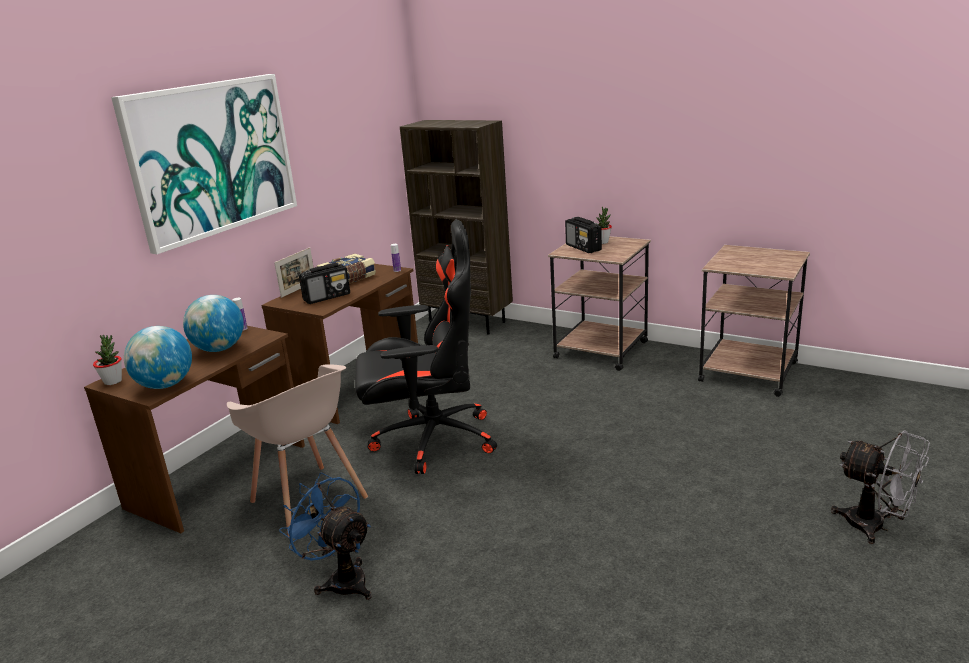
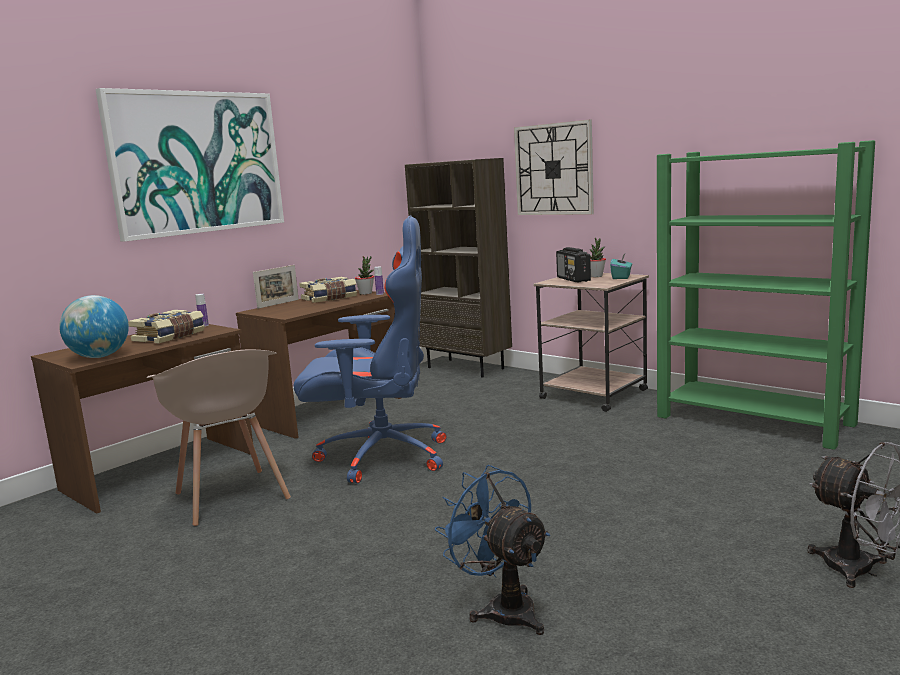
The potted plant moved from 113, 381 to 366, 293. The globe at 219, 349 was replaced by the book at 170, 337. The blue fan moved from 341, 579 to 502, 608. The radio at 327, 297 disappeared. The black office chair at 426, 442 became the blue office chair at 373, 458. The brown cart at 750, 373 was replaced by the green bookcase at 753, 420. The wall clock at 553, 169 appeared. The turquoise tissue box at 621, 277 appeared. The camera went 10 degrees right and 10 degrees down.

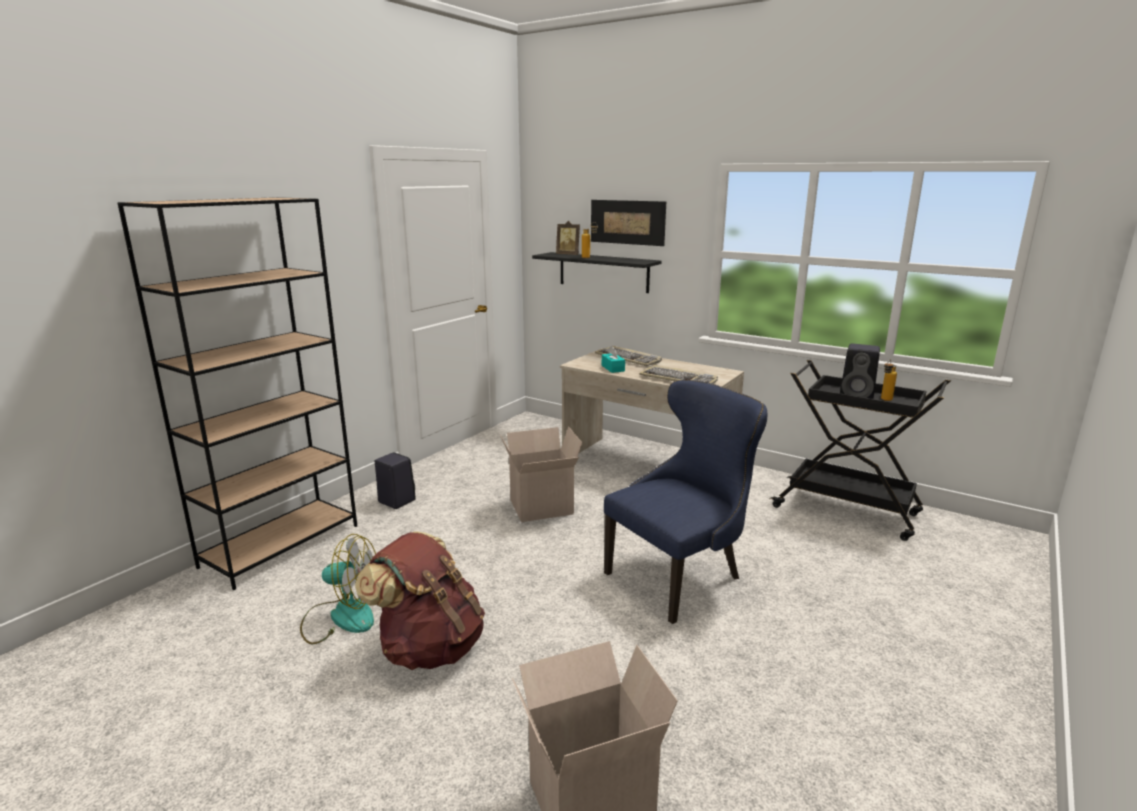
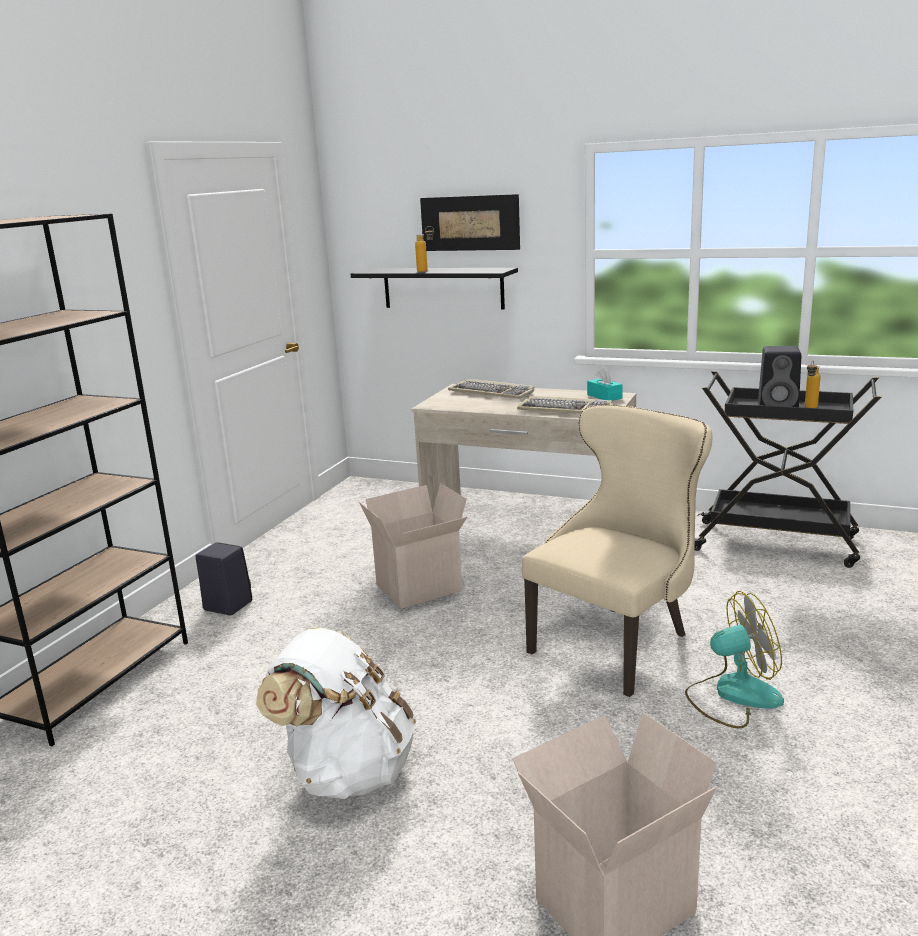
The fan moved from 341, 617 to 733, 695. The brown backpack at 429, 647 became the white backpack at 347, 771. The picture frame at 568, 255 disappeared. The turquoise tissue box moved from 613, 368 to 604, 396. The blue chair at 679, 577 became the beige chair at 617, 643. The camera went 10 degrees left and 0 degrees up.

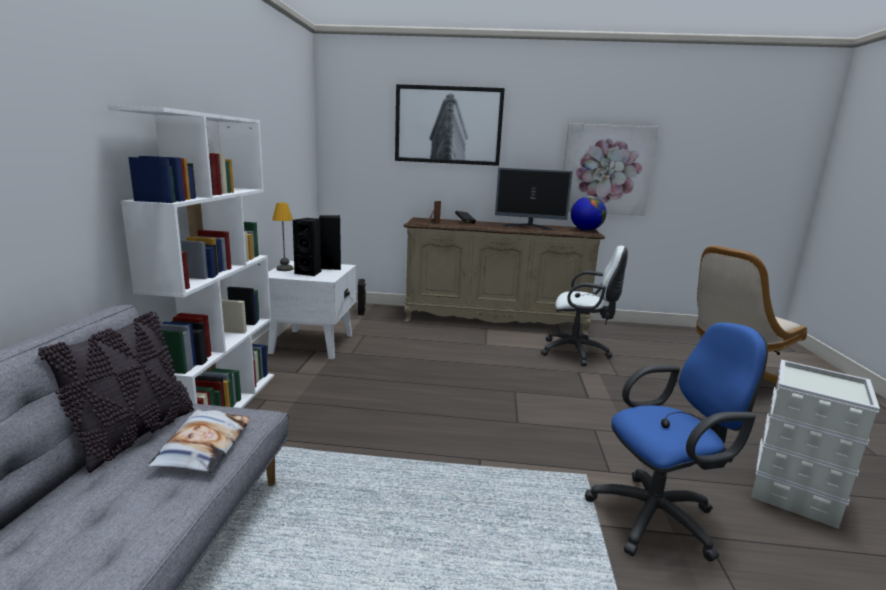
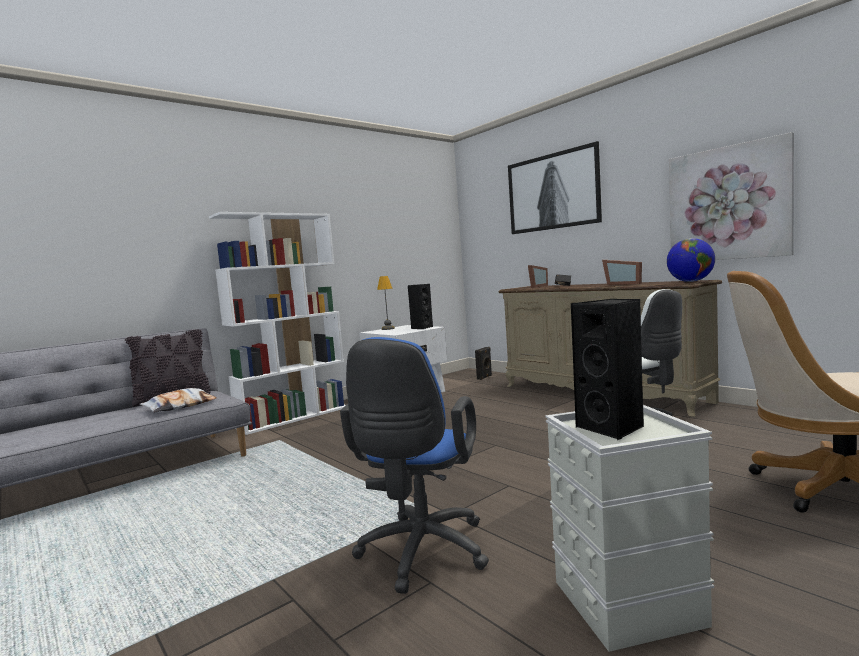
The black speaker moved from 310, 273 to 613, 428. The monitor at 529, 227 was replaced by the picture frame at 624, 283. The blue office chair at 659, 517 turned 75 degrees clockwise. The camera went 45 degrees right and 10 degrees down.

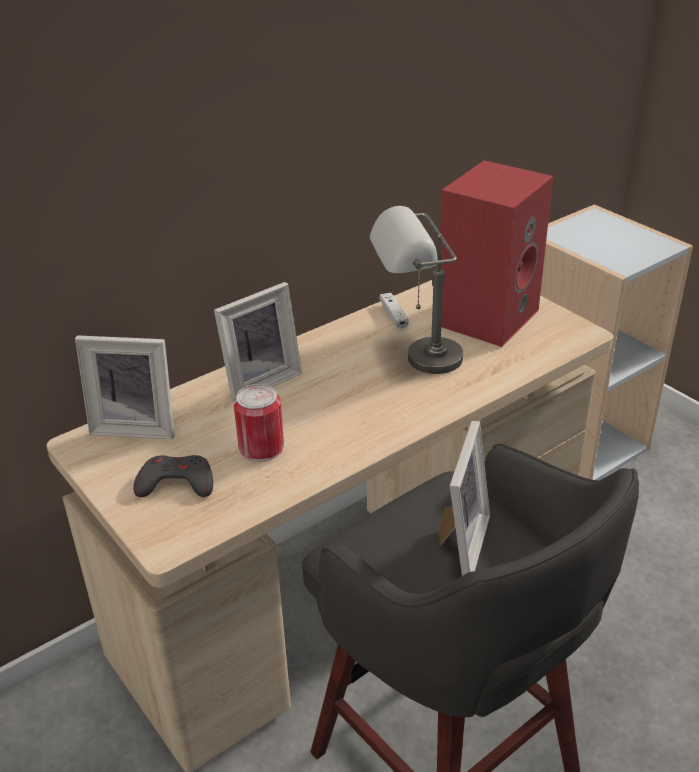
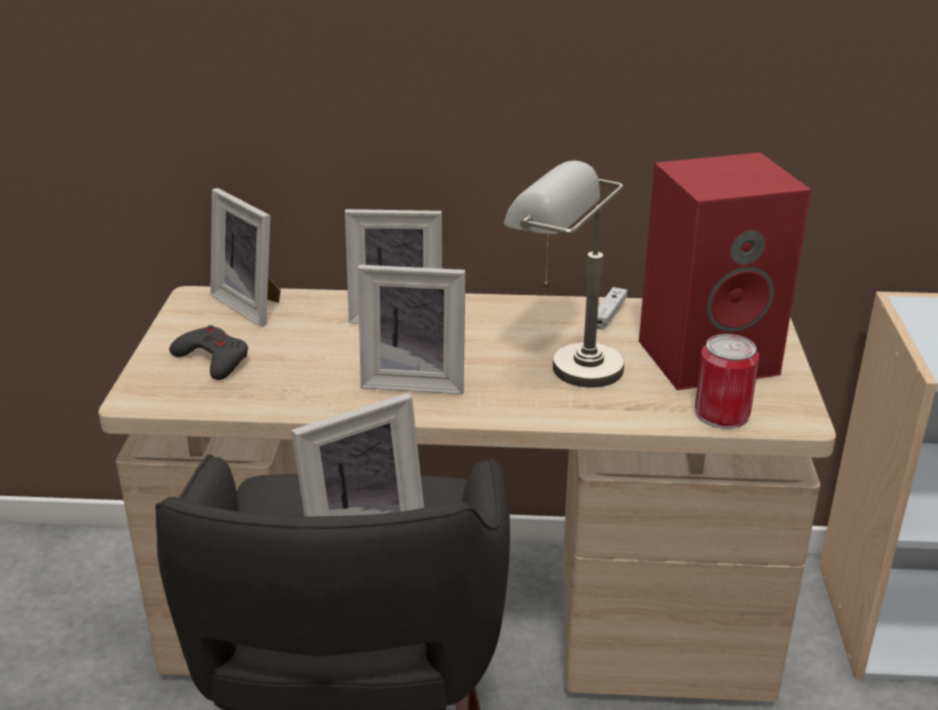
The can moved from 261, 447 to 722, 413. The picture frame at 414, 380 appeared. The camera went 40 degrees right and 5 degrees down.

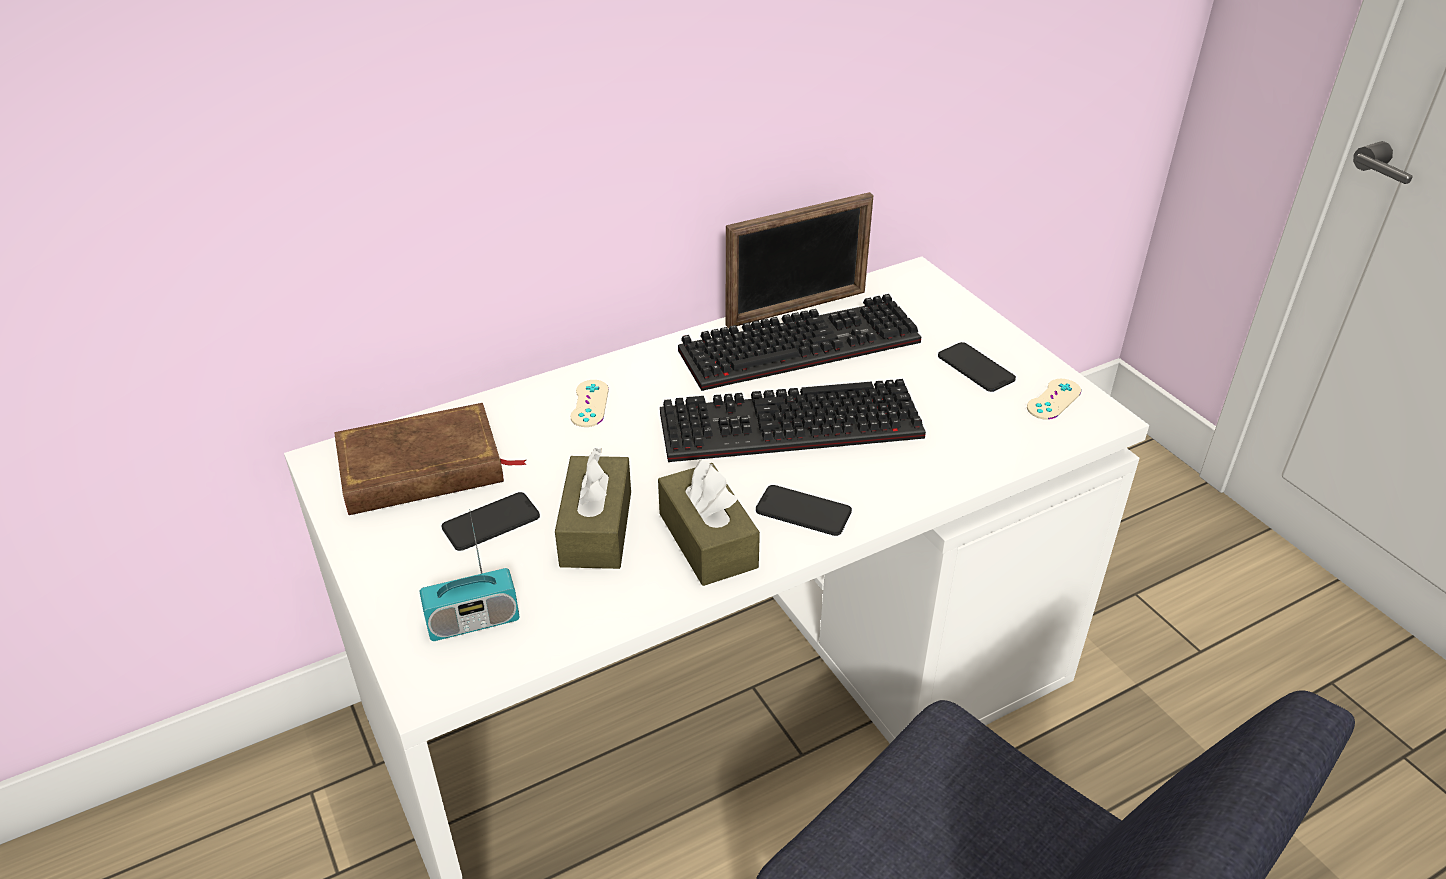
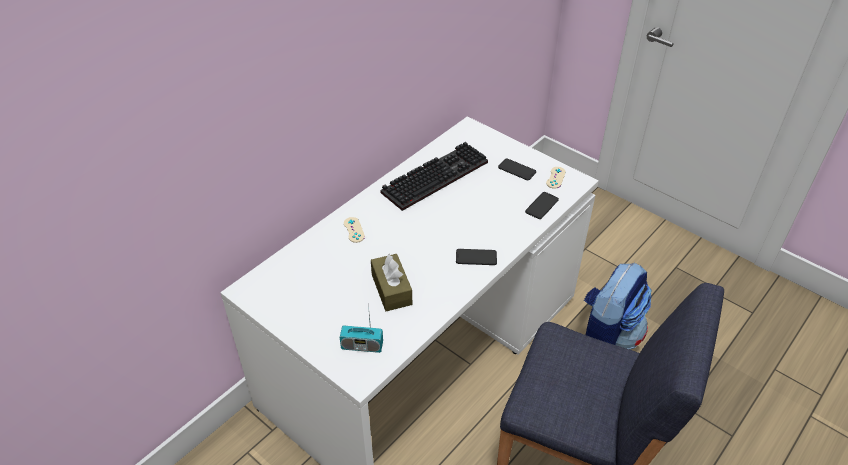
The brown book at 422, 469 disappeared. The radio at 473, 621 turned 45 degrees clockwise. The phone moved from 491, 522 to 541, 206. The brown tissue box at 707, 540 disappeared. The keyboard at 787, 430 disappeared. The picture frame at 797, 309 disappeared. The backpack at 607, 338 appeared. The camera went 20 degrees left and 5 degrees up.

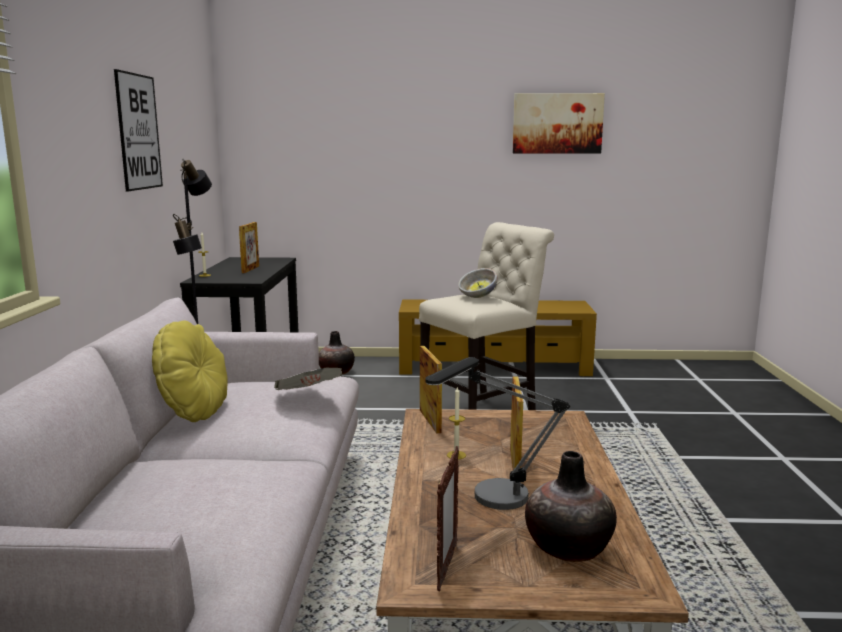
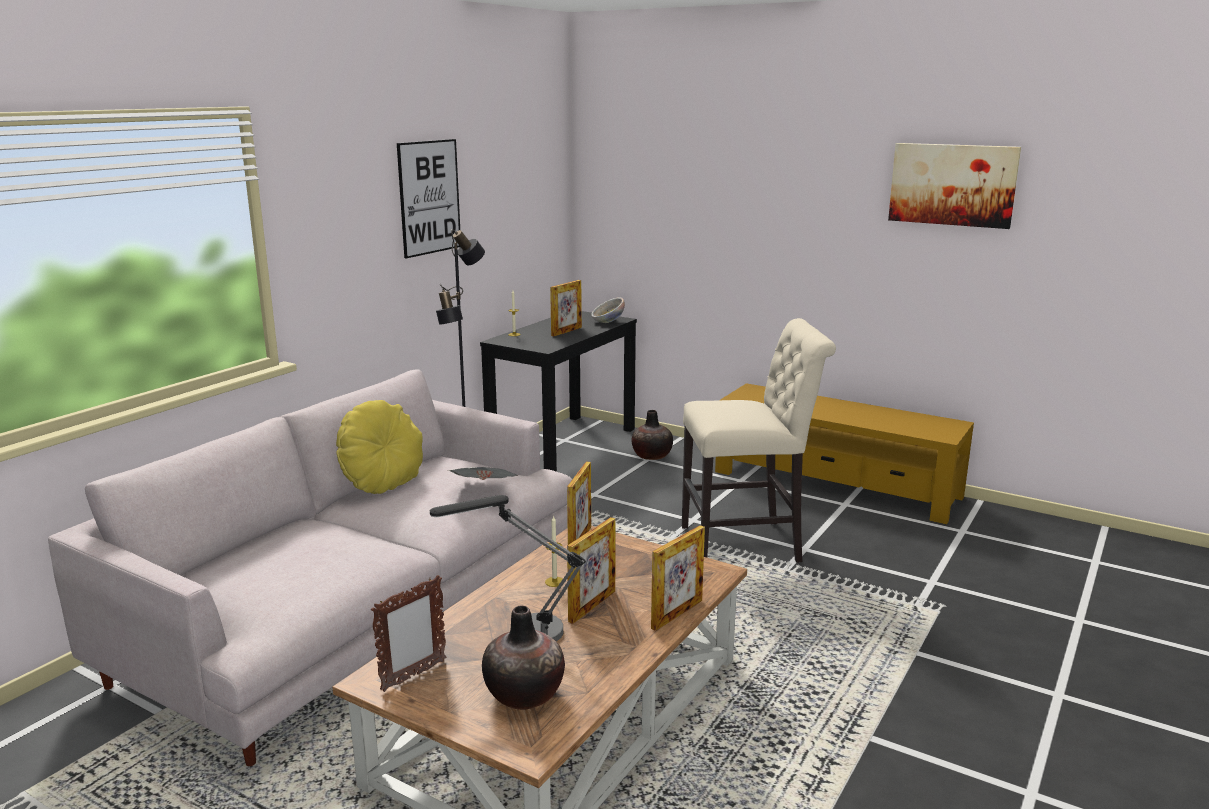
The bowl moved from 477, 297 to 608, 322. The picture frame at 677, 614 appeared. The camera went 30 degrees right and 5 degrees up.

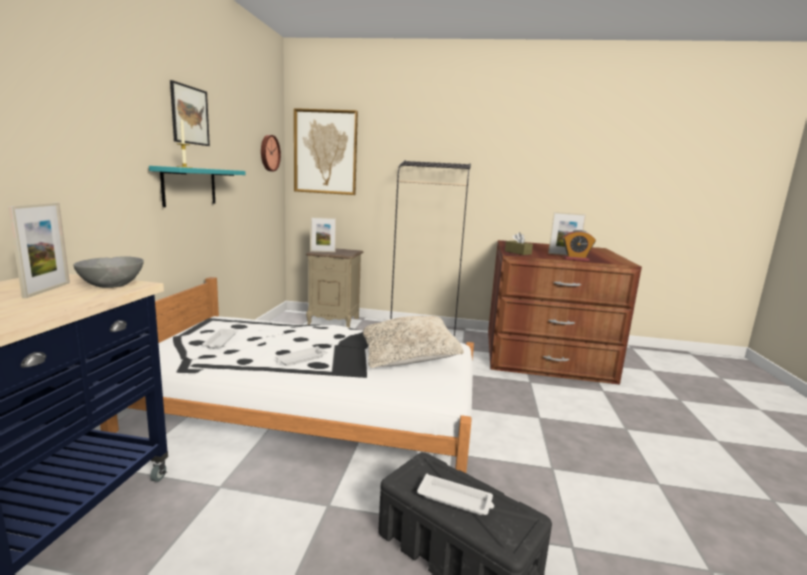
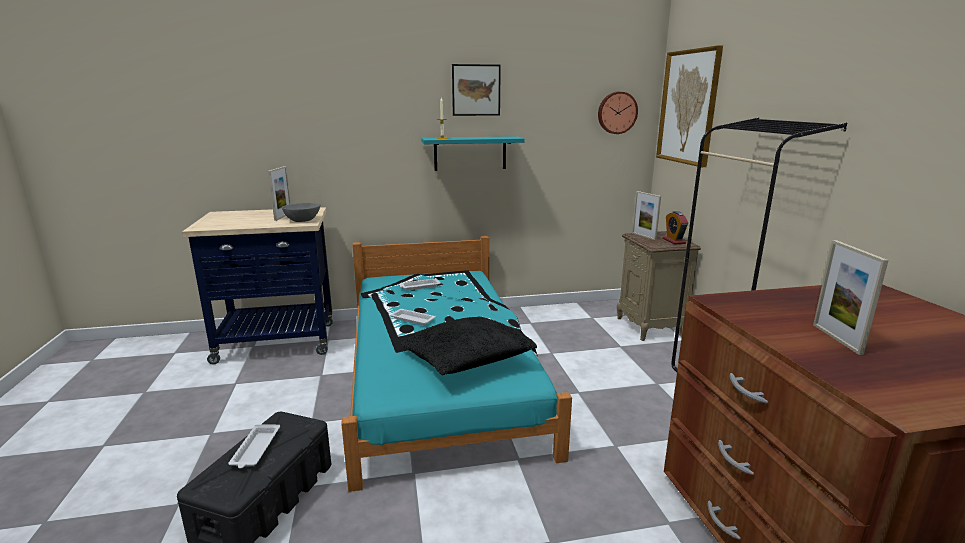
The picture frame at 47, 290 turned 60 degrees counterclockwise. The white bed at 309, 410 became the turquoise bed at 438, 374. The beige pillow at 407, 355 became the black pillow at 466, 360. The brown tissue box at 518, 252 disappeared. The alarm clock moved from 576, 259 to 674, 241. The camera went 70 degrees right and 5 degrees up.

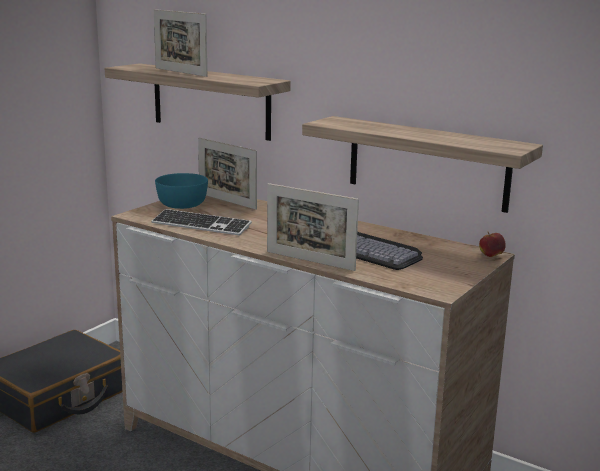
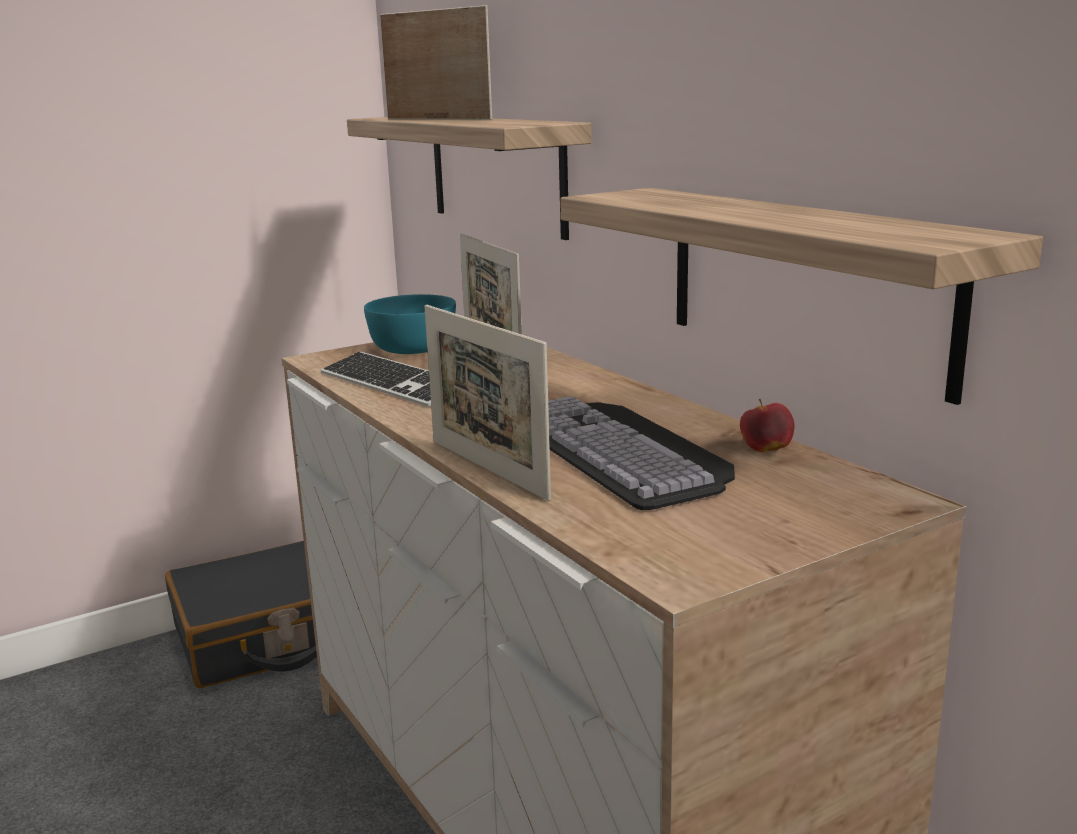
The picture frame at 180, 72 turned 150 degrees clockwise. The apple moved from 491, 256 to 765, 450. The camera went 25 degrees right and 0 degrees up.

